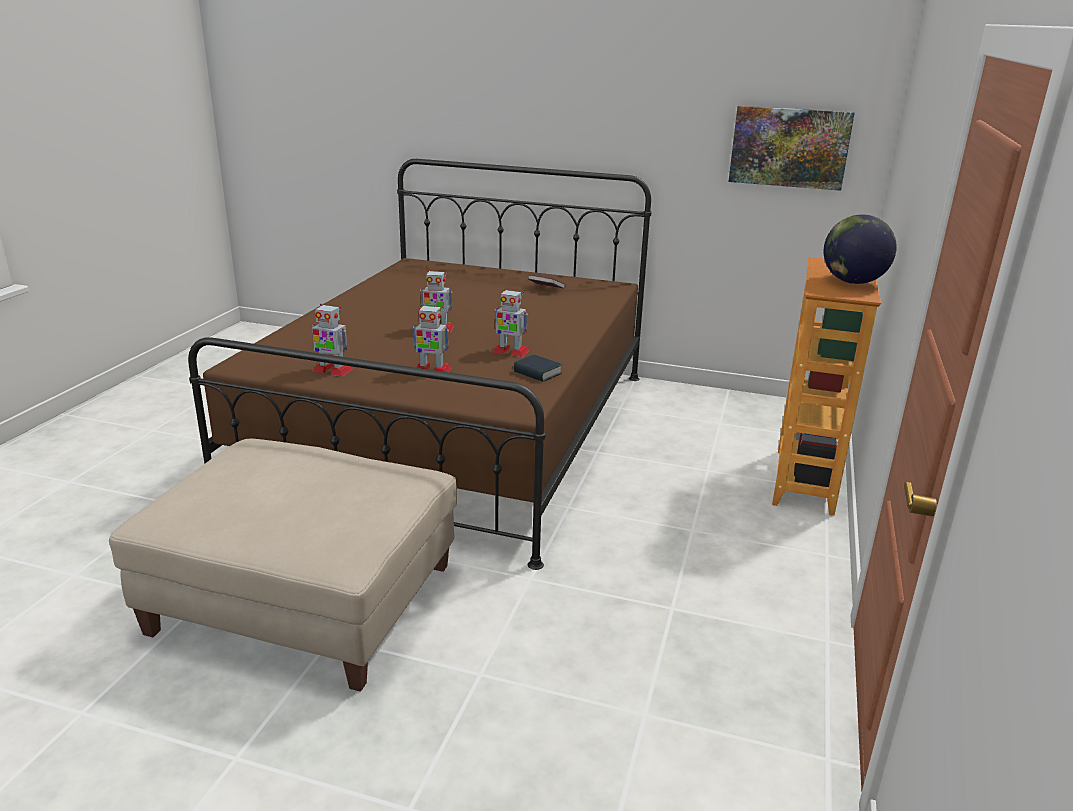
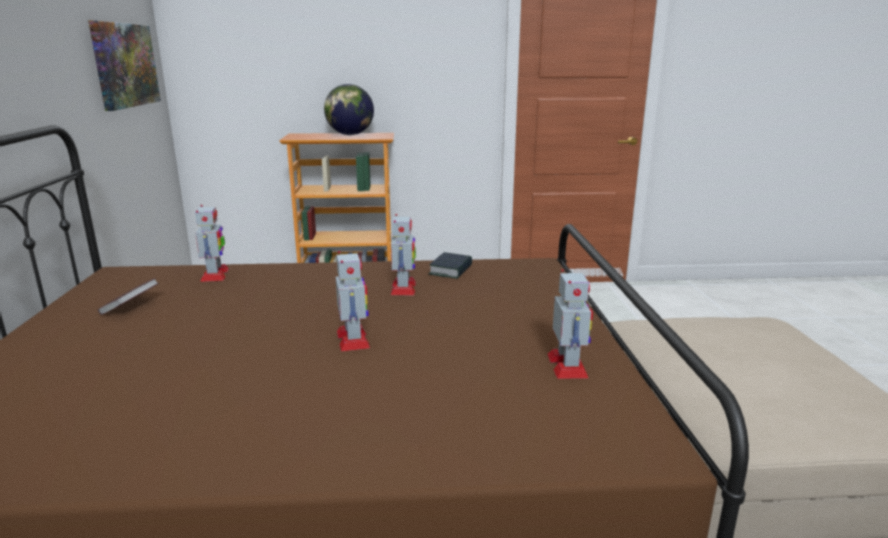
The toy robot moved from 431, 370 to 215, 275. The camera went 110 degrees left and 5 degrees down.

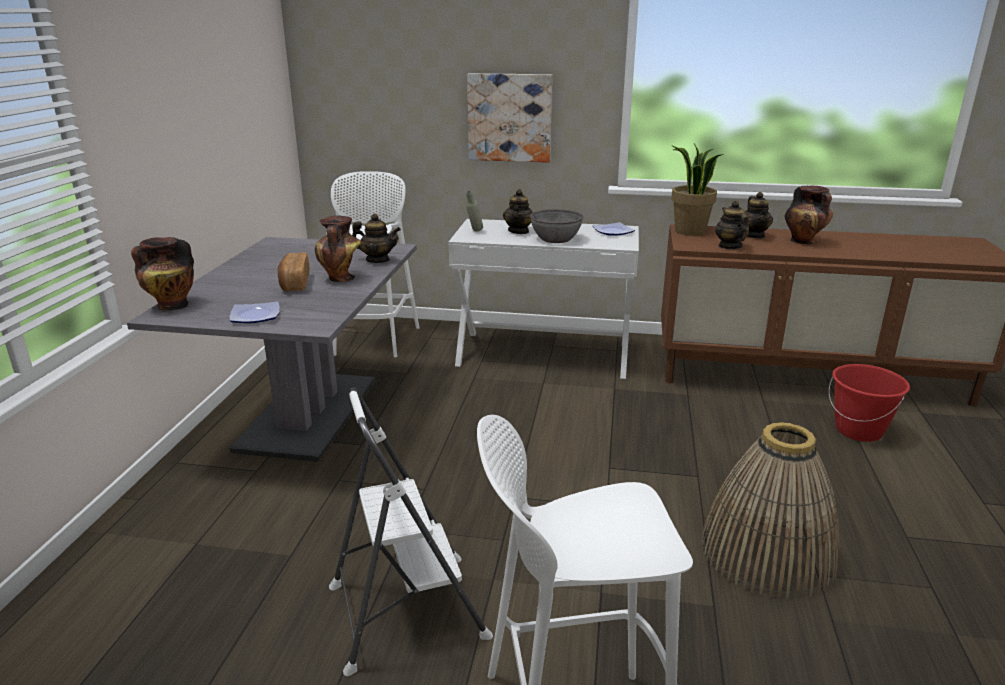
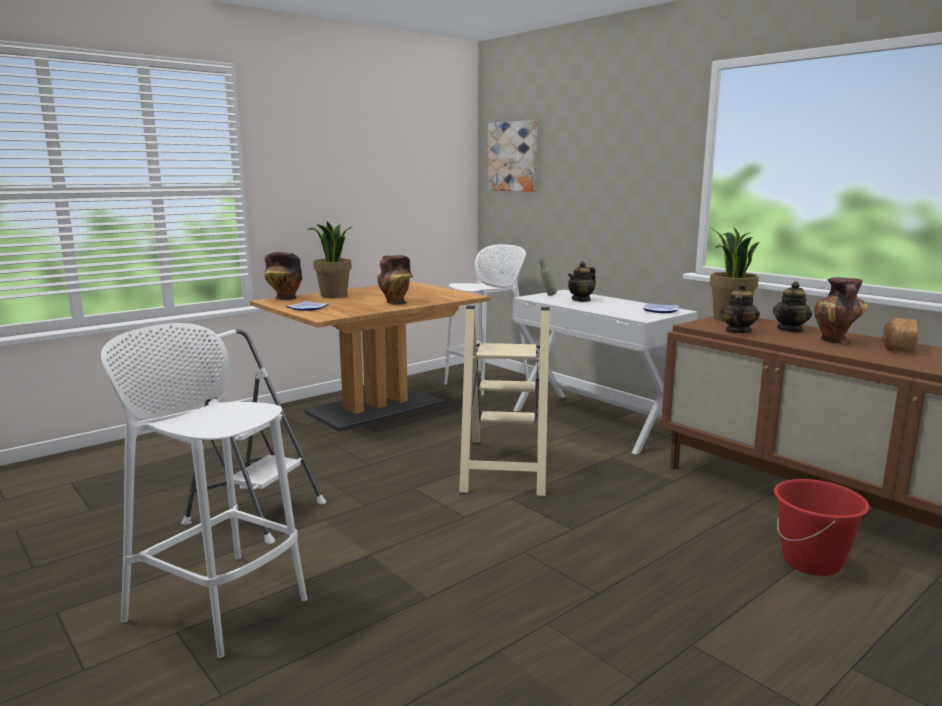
The grey dining table at 309, 414 became the brown dining table at 375, 408. The bread moved from 294, 283 to 897, 347. The teapot at 377, 260 disappeared. The picture moved from 509, 117 to 513, 156. The grey bowl at 555, 239 disappeared. The basket at 767, 552 disappeared. The potted plant at 334, 296 appeared. The beige step ladder at 505, 468 appeared. The camera went 40 degrees right and 10 degrees down.

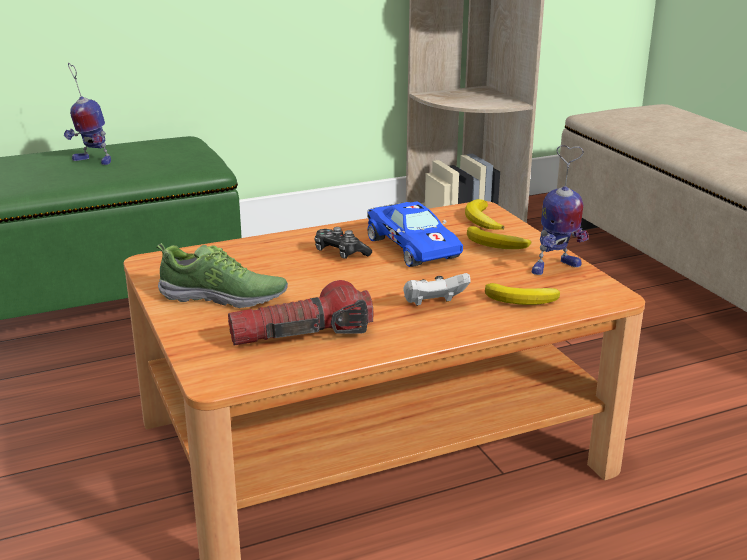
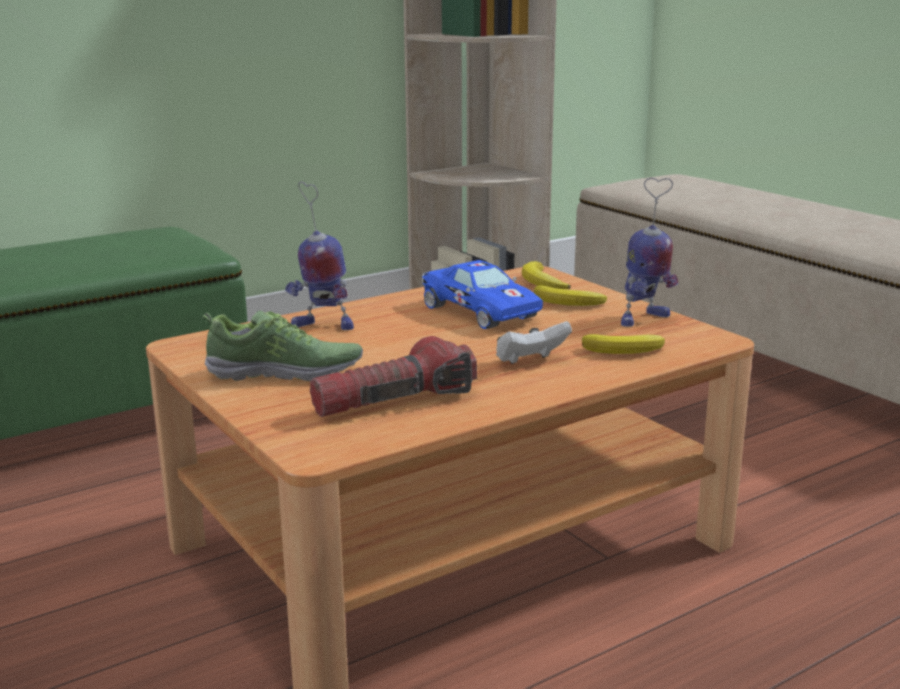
The toy robot moved from 92, 161 to 322, 325. The game controller at 340, 253 disappeared. The camera went 10 degrees left and 5 degrees down.

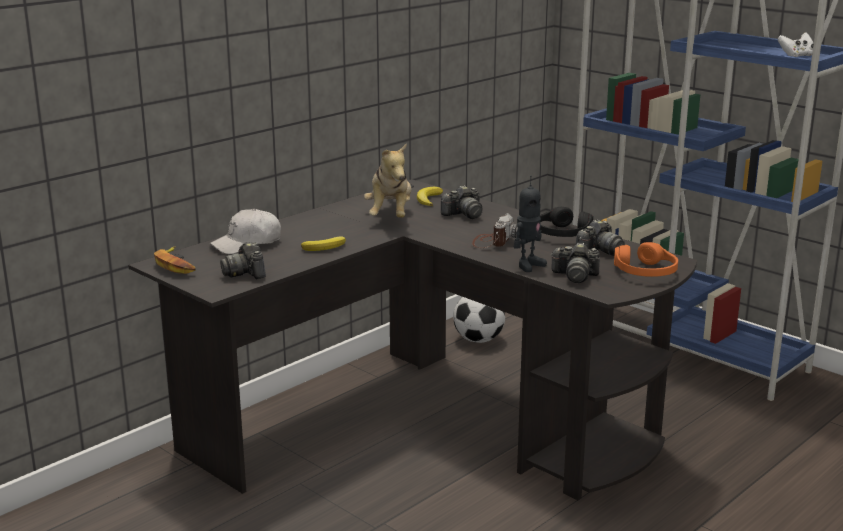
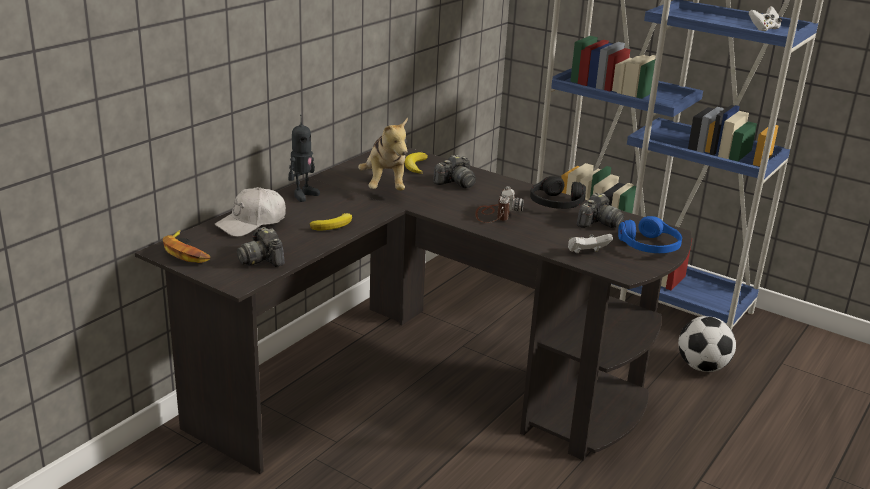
The football moved from 478, 340 to 702, 367. The toy robot moved from 528, 265 to 303, 195. The photo camera at 575, 276 was replaced by the white game controller at 586, 253. The orange headphones at 645, 272 became the blue headphones at 649, 246. The camera went 10 degrees left and 5 degrees up.

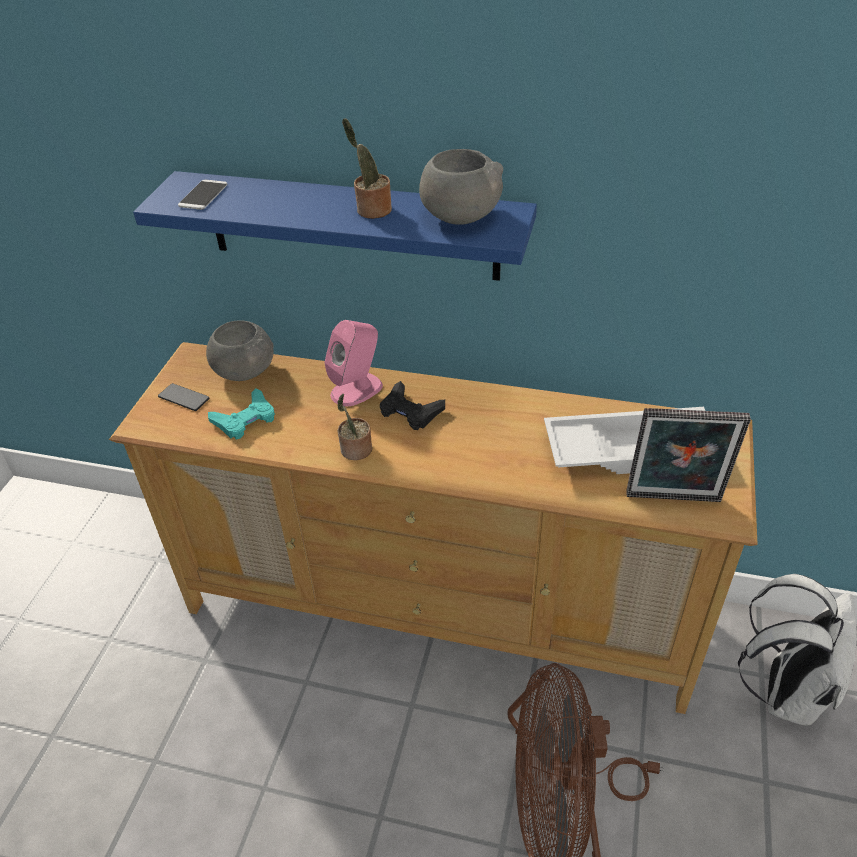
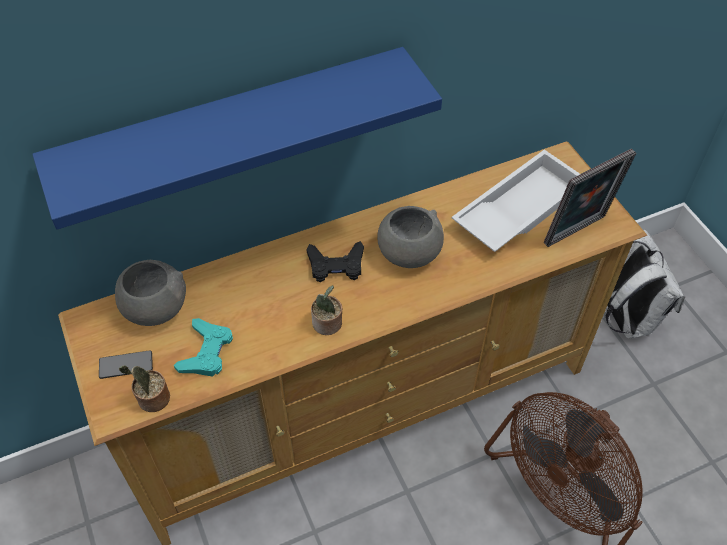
The phone at 203, 195 disappeared. The pink speaker at 357, 389 disappeared. The potted plant moved from 371, 210 to 152, 400. The grey bowl moved from 459, 216 to 408, 253. The camera went 40 degrees left and 10 degrees up.

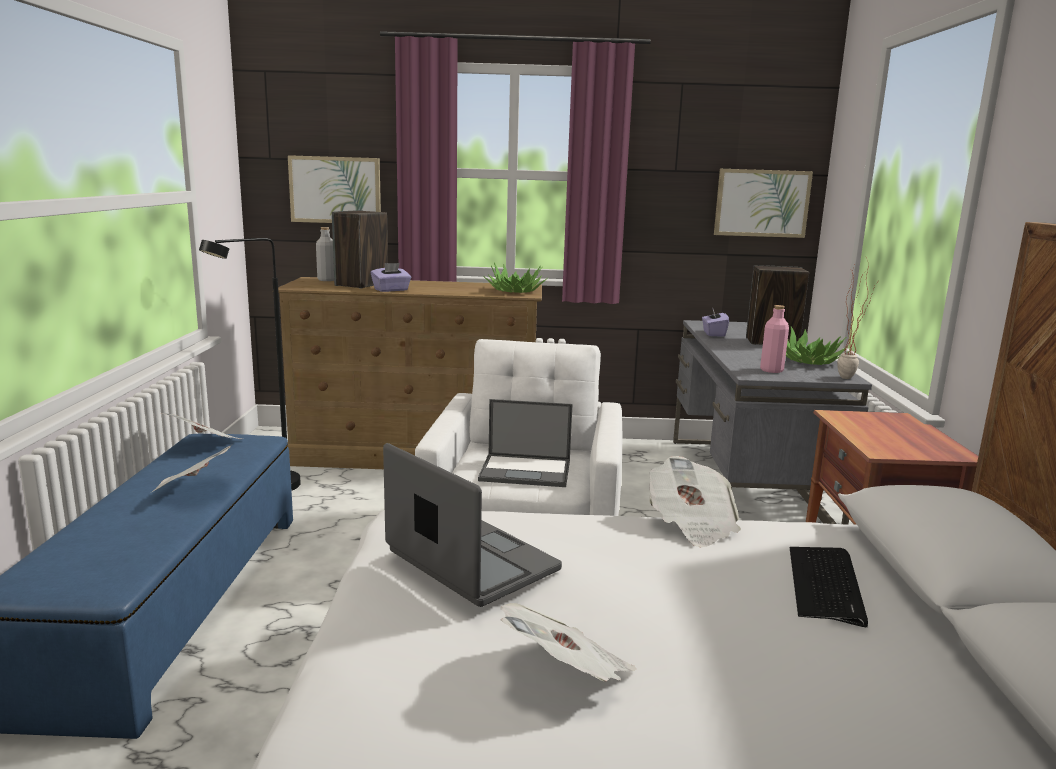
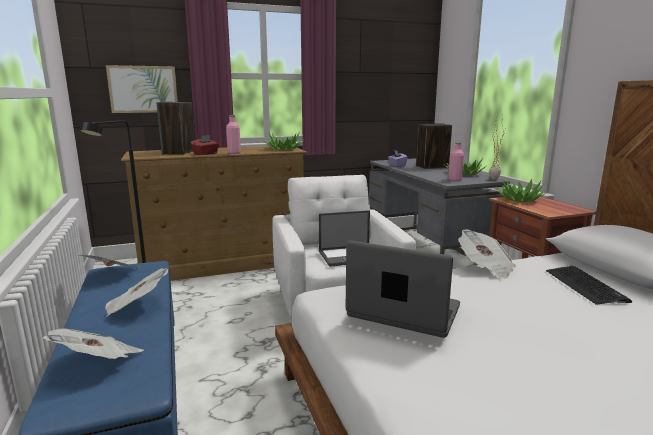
The grey bottle at 327, 280 disappeared. The purple tissue box at 391, 290 became the red tissue box at 205, 154. The newspaper moved from 567, 674 to 99, 362. The picture at 761, 203 disappeared. The pink bottle at 234, 153 appeared. The potted plant at 519, 199 appeared. The camera went 20 degrees left and 0 degrees up.

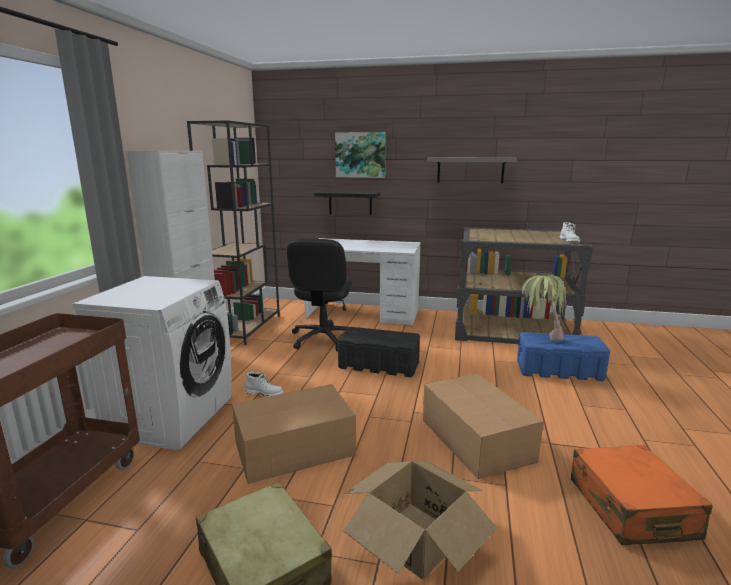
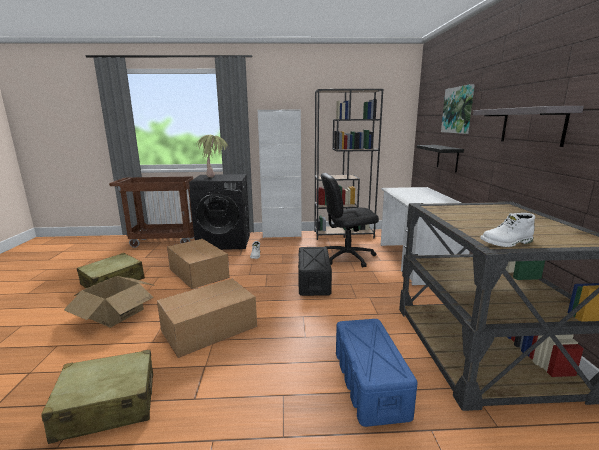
The white washing machine at 171, 418 became the black washing machine at 224, 243. The potted plant moved from 539, 338 to 215, 176. The orange suitcase at 631, 508 became the beige suitcase at 107, 406. The camera went 75 degrees right and 0 degrees up.

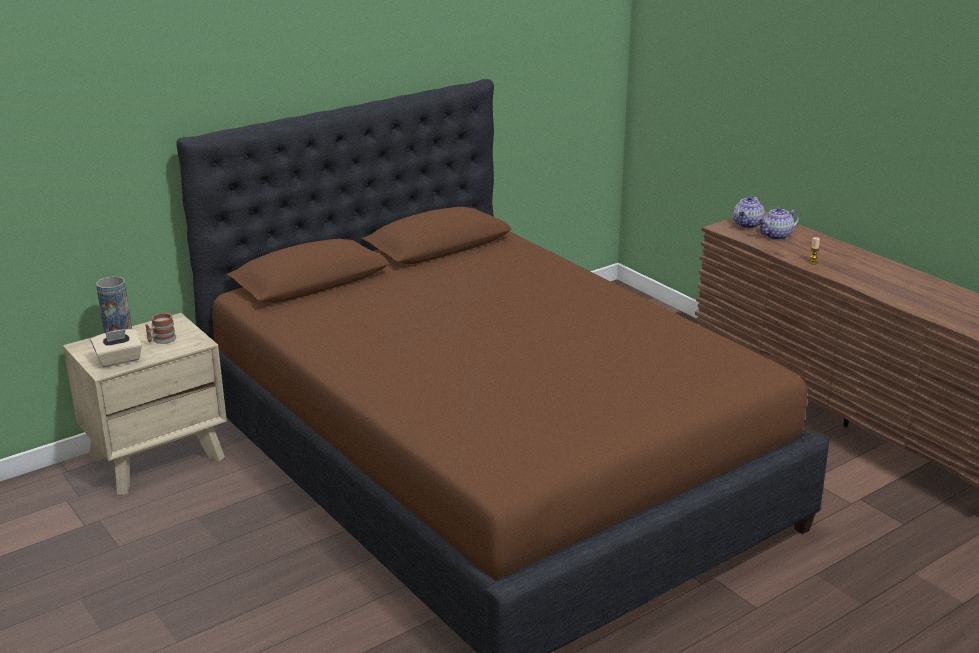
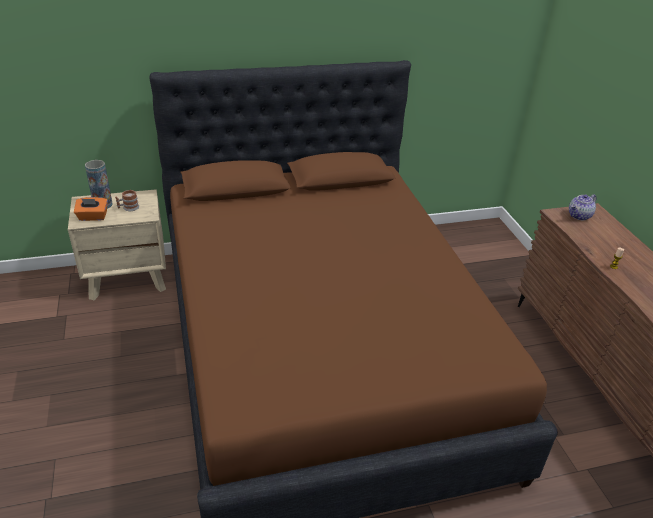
The beige tissue box at 119, 360 became the orange tissue box at 93, 217. The teapot at 776, 236 disappeared. The camera went 20 degrees right and 10 degrees up.

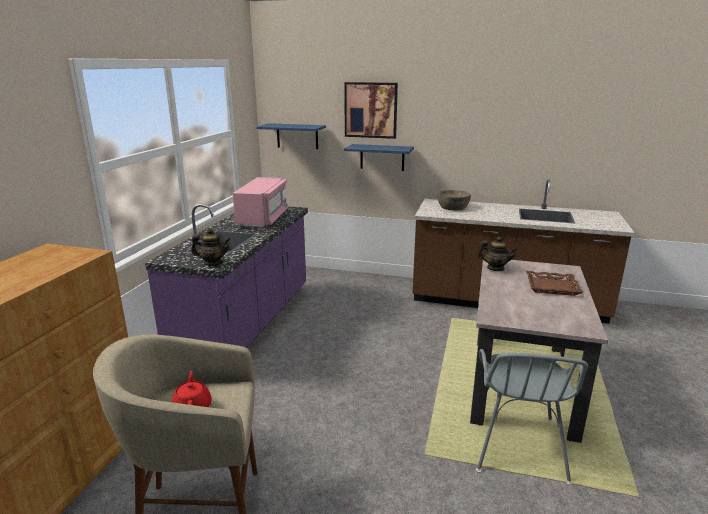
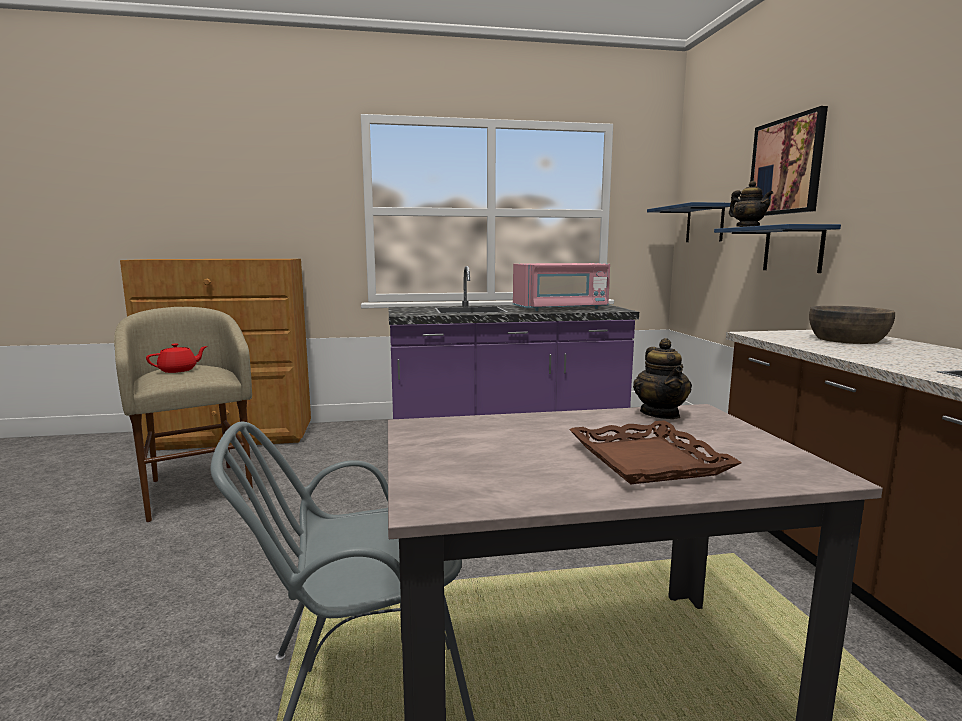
The teapot moved from 213, 263 to 748, 227. The camera went 65 degrees right and 10 degrees down.

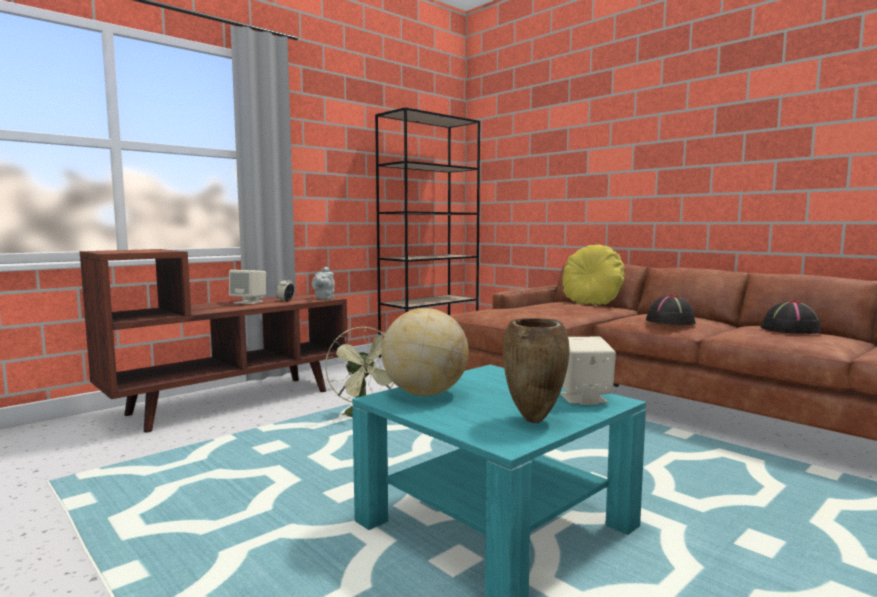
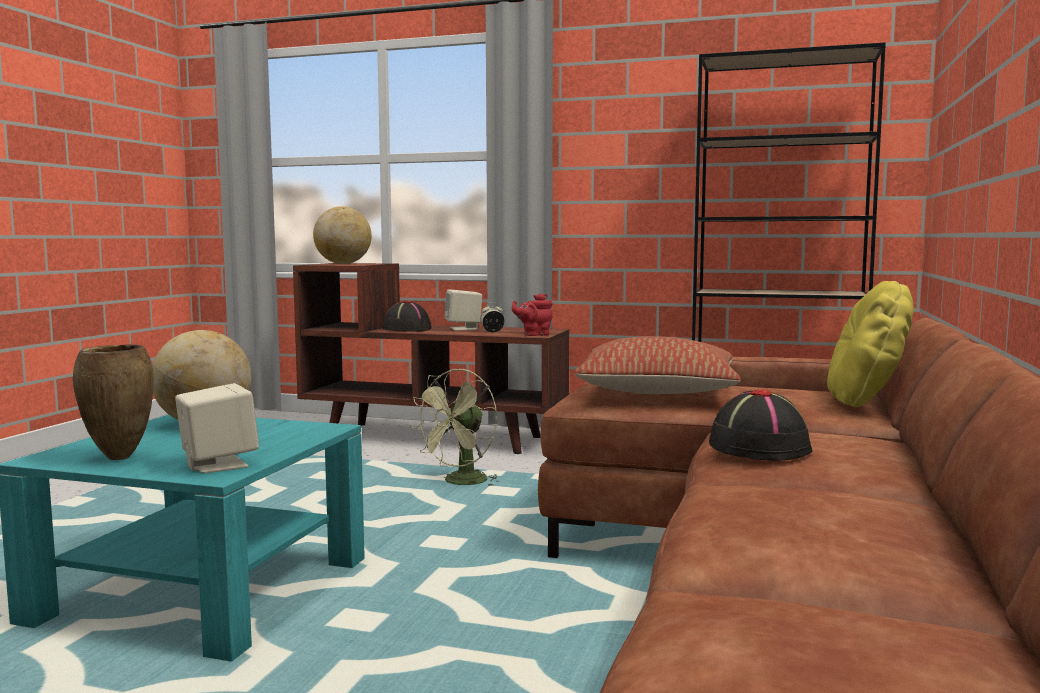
The grey teapot at 324, 298 became the red teapot at 534, 334. The black hat moved from 789, 330 to 406, 329. The globe at 343, 264 appeared. The pillow at 658, 391 appeared. The camera went 60 degrees right and 0 degrees up.

